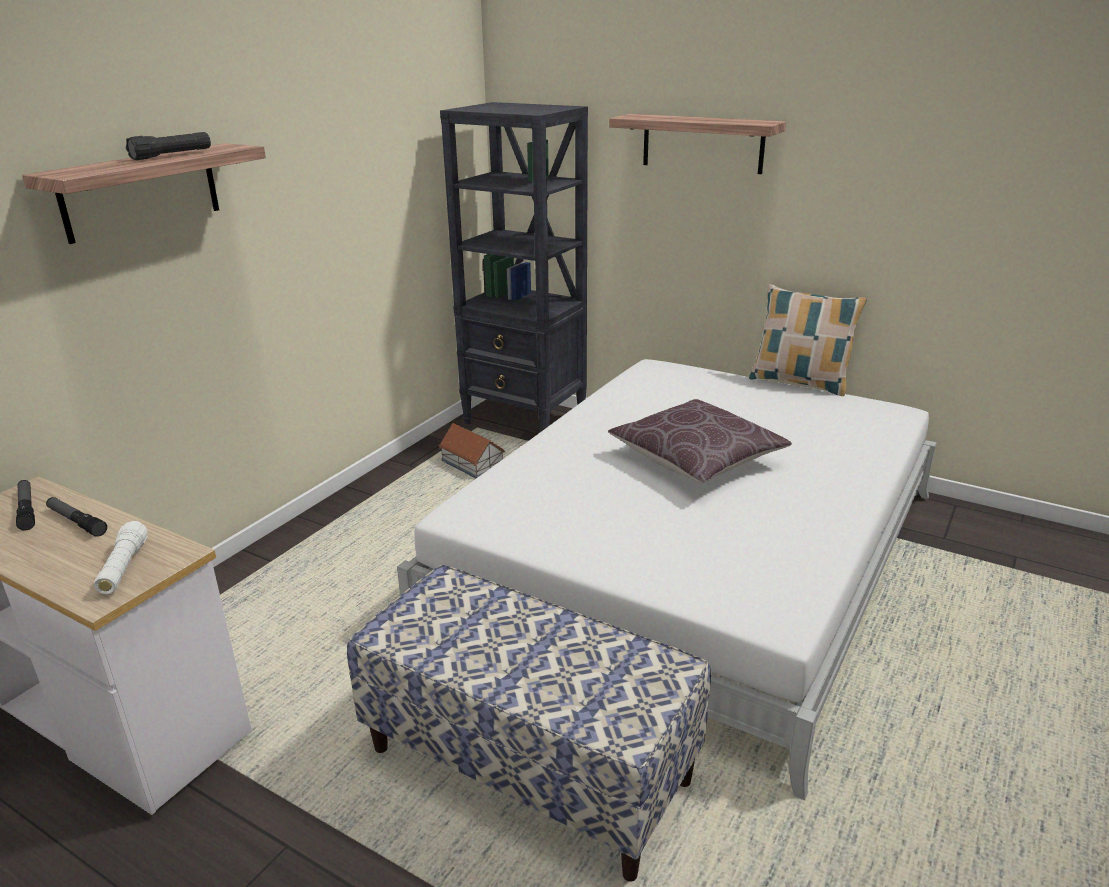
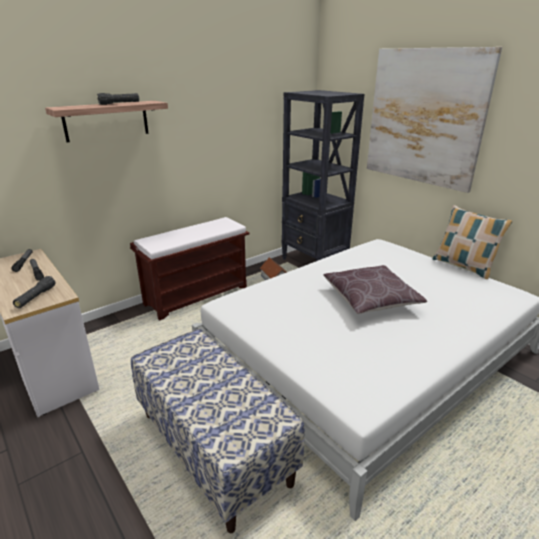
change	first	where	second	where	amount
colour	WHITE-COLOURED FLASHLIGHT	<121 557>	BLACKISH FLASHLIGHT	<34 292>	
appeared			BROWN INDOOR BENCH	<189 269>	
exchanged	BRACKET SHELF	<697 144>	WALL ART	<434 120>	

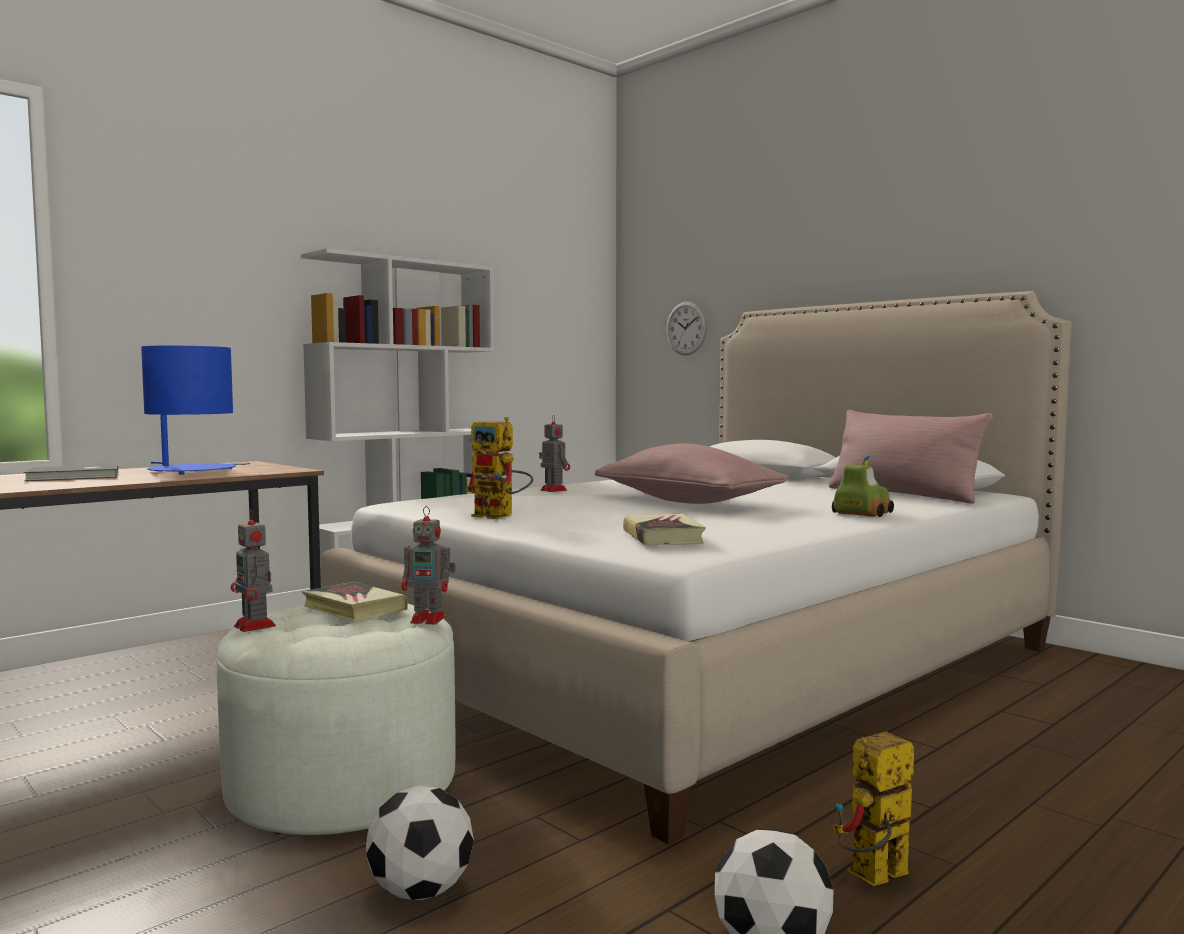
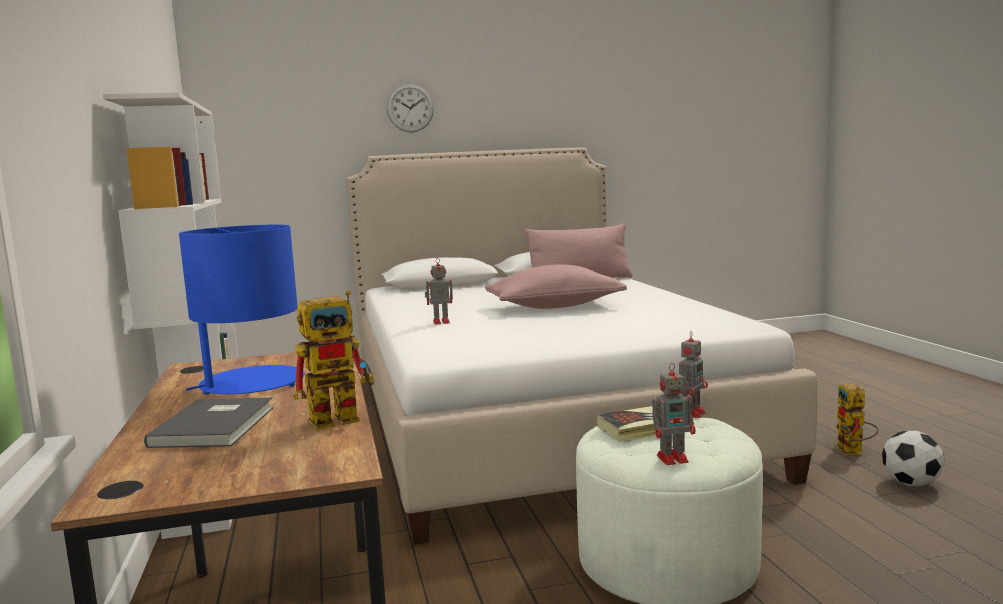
change	first	where	second	where	amount
relocated	TOY ROBOT	<499 468>		<333 360>	
relocated	WALL CLOCK	<686 328>		<410 108>	
missing	BALL FOR FOOTBALL	<420 843>			
missing	BOOK	<664 529>			
missing	MINIATURE CAR	<863 486>			

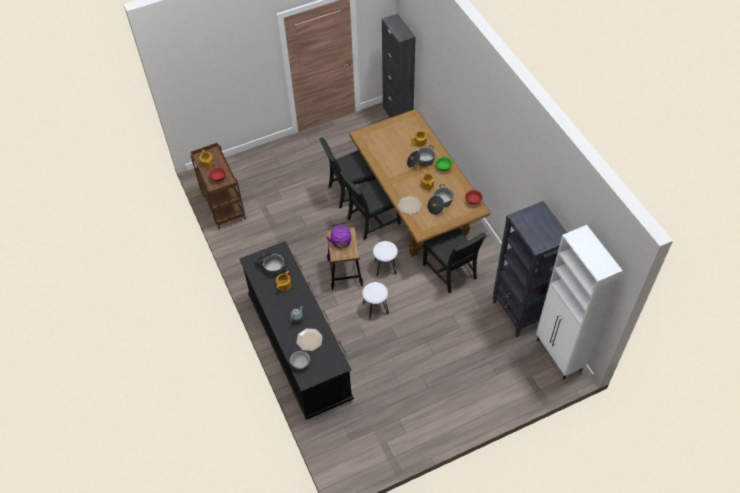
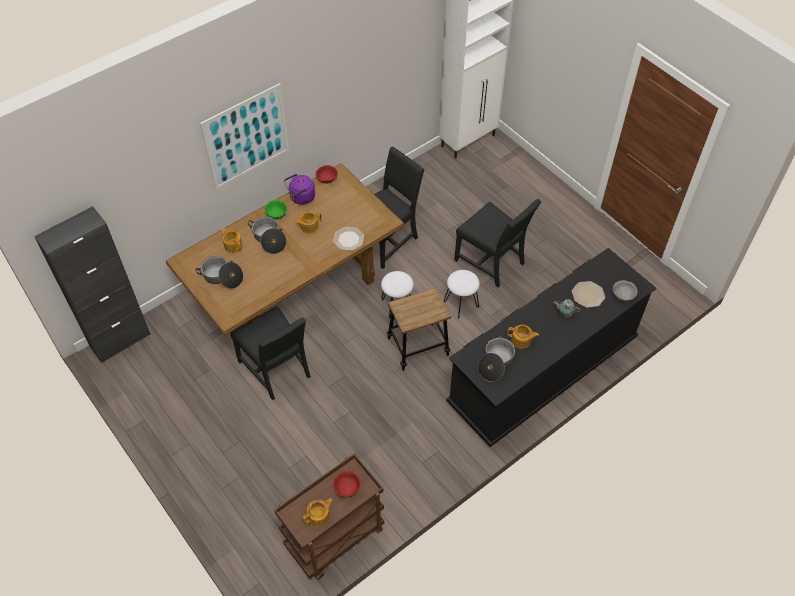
change	first	where	second	where	amount
relocated	SAUCEPOT	<440 199>		<219 272>	
appeared			WALL ART	<245 136>	
relocated	PURPLE TEA KETTLE	<338 235>		<299 189>	
relocated	BLACKISH CHAIR	<370 205>		<497 243>	
missing	BLACKISH BOOKCASE	<530 269>			

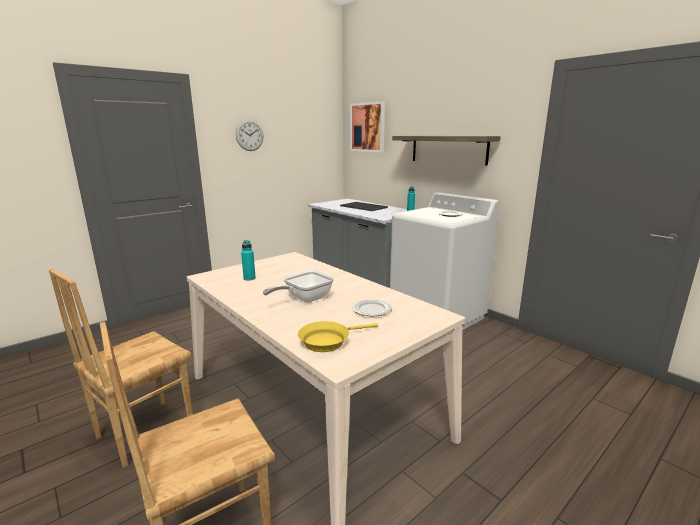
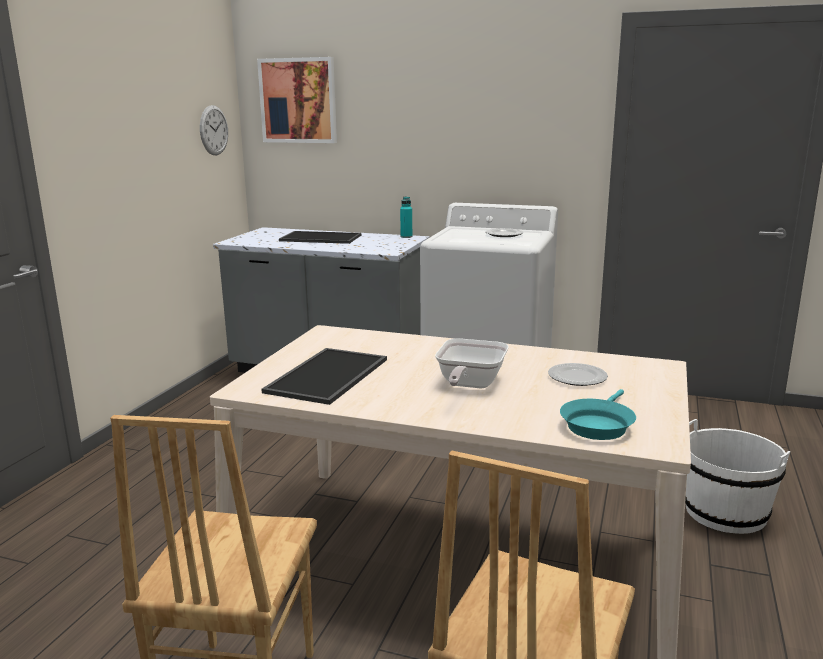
change	first	where	second	where	amount
relocated	WALL CLOCK	<249 135>		<214 130>	
exchanged	TURQUOISE BEVERAGE BOTTLE	<248 260>	CARRYING TRAY	<324 376>	
colour	YELLOW-COLOURED FRYING PAN	<338 336>	TURQUOISE FRYING PAN	<598 414>	
appeared			WHITE-COLOURED BUCKET	<738 476>	
missing	BRACKET SHELF	<446 151>			

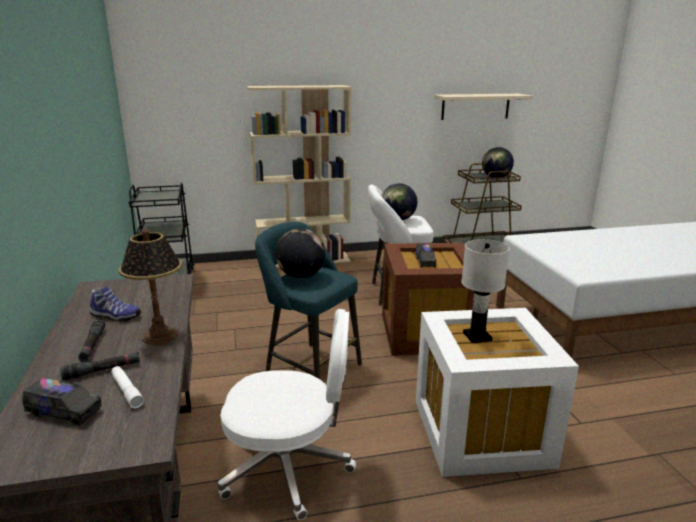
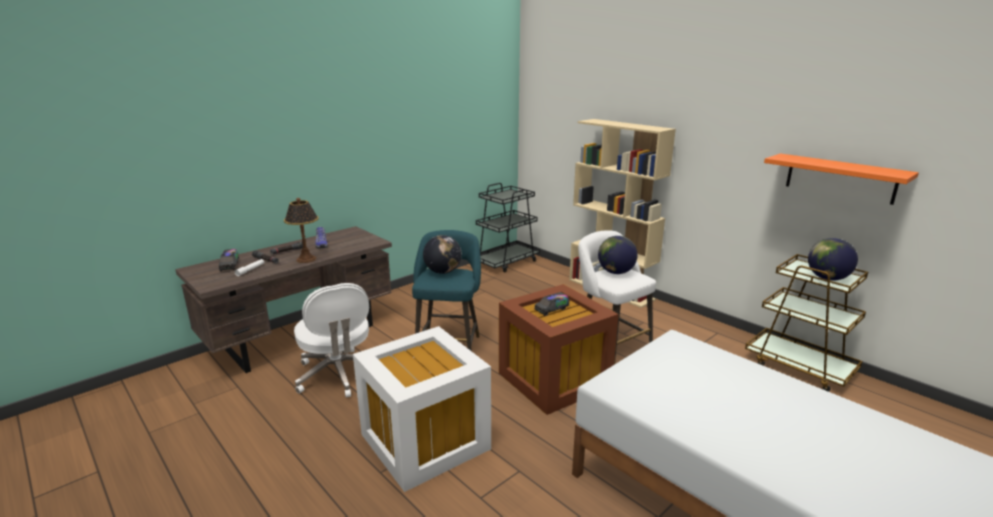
change	first	where	second	where	amount
colour	BEIGE BRACKET SHELF	<483 107>	ORANGEY BRACKET SHELF	<841 179>	
missing	WHITE-COLOURED TABLETOP LAMP	<485 291>			

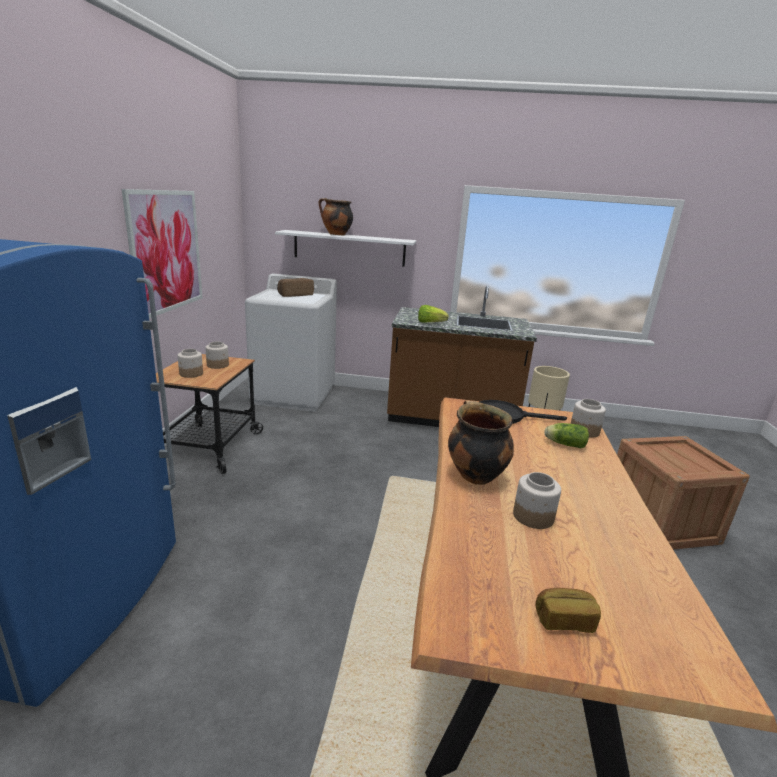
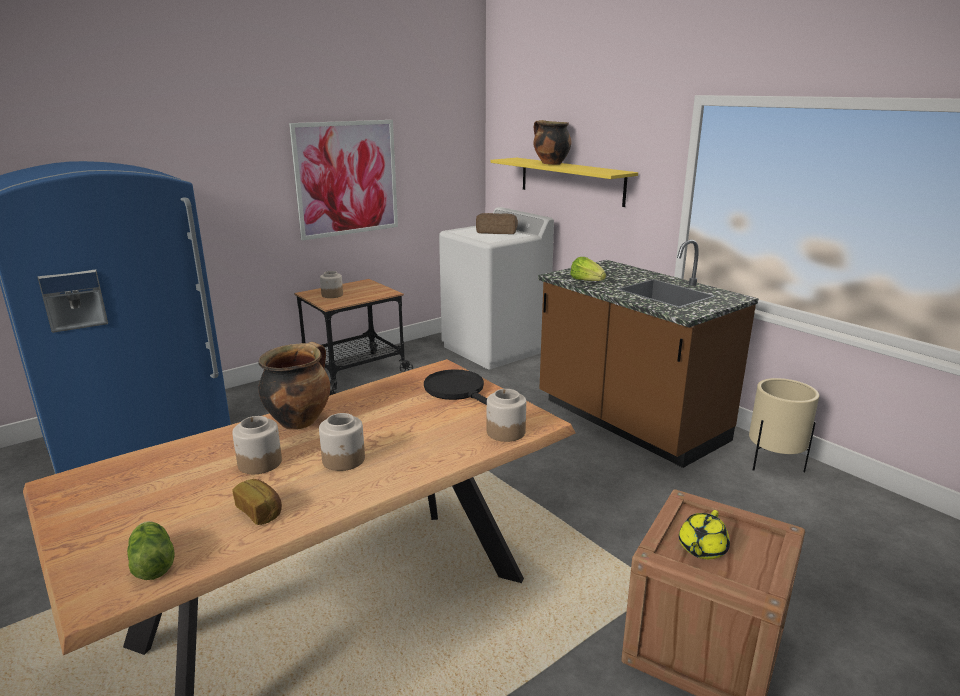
change	first	where	second	where	amount
relocated	LETTUCE HEAD	<567 435>		<151 550>	
relocated	BAKERY BREAD	<568 610>		<257 502>	
relocated	PRESERVE JAR	<217 355>		<342 442>	
colour	WHITE-COLOURED BRACKET SHELF	<345 248>	YELLOW-COLOURED BRACKET SHELF	<564 182>	
appeared			YELLOW-COLOURED POT FOR TEA	<704 534>	

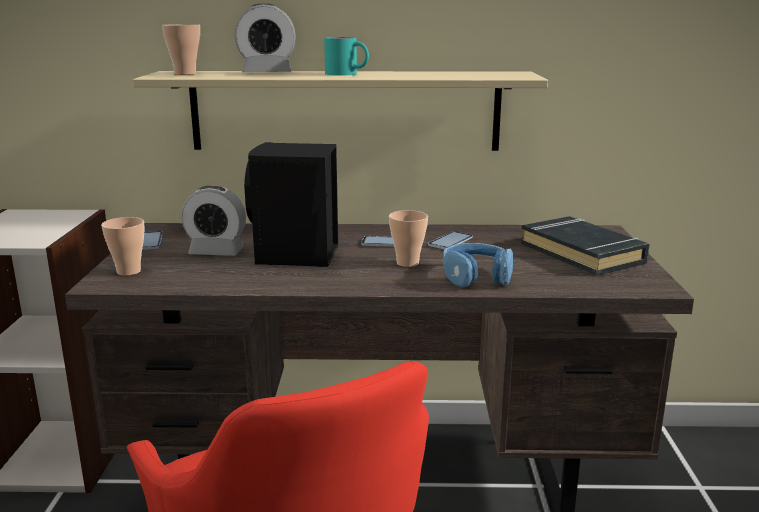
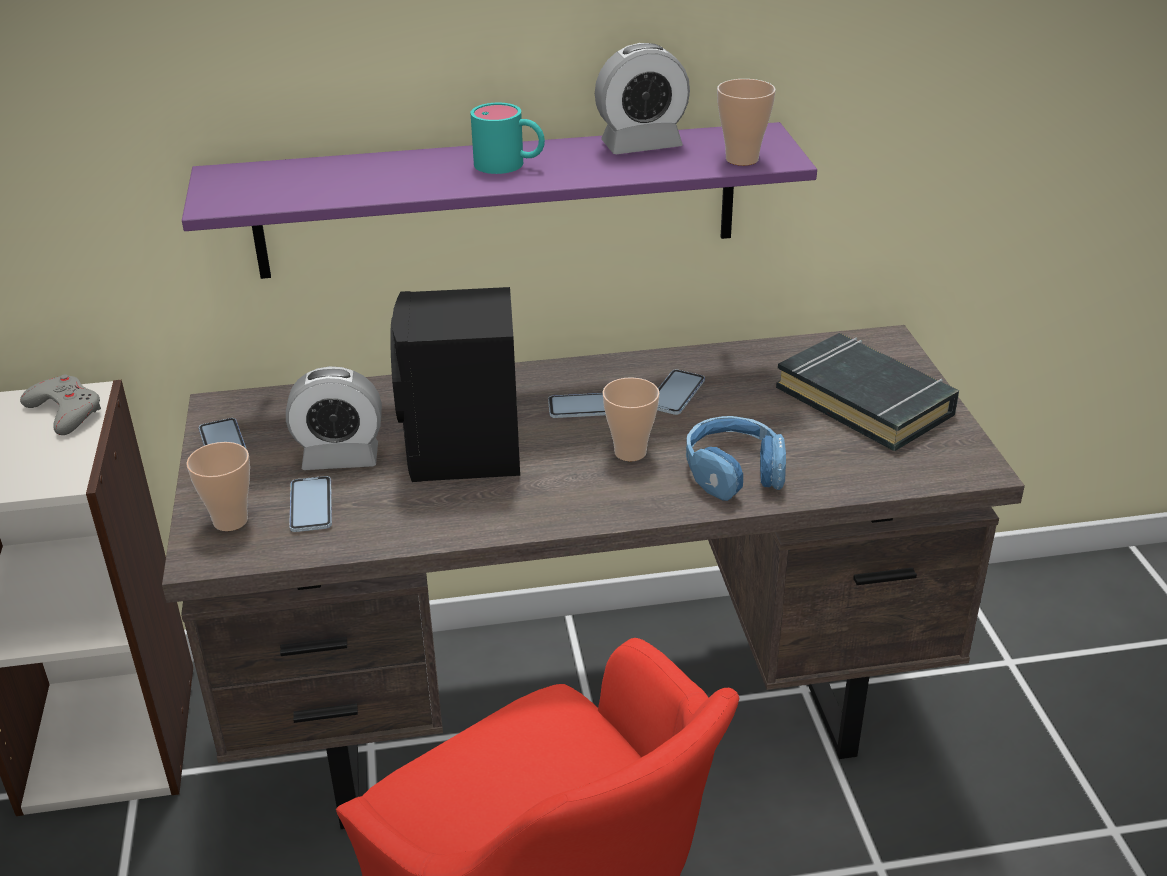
change	first	where	second	where	amount
appeared			GRAY JOYPAD	<60 404>	
colour	BEIGE BRACKET SHELF	<340 111>	PURPLE BRACKET SHELF	<499 200>	
appeared			PHONE	<310 504>	
relocated	BEDSIDE CLOCK	<265 37>		<642 98>	
relocated	CUP	<181 49>		<746 122>	

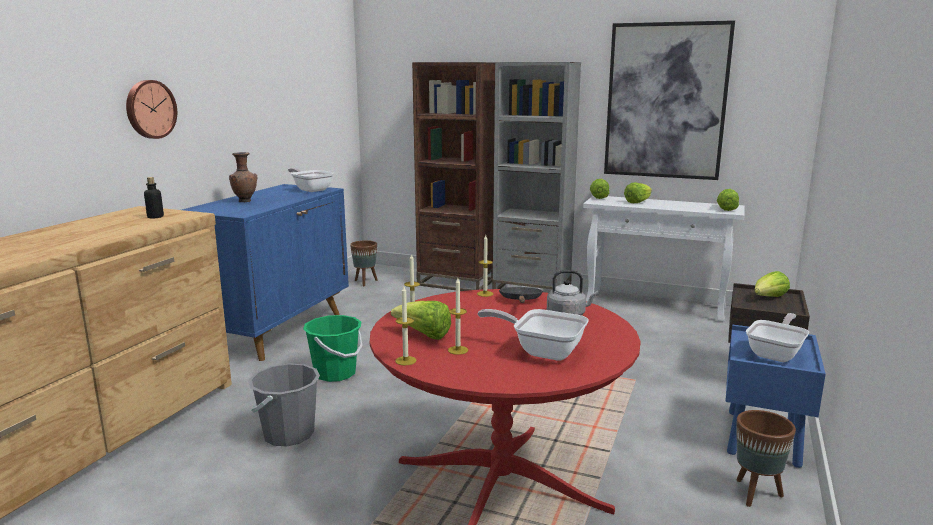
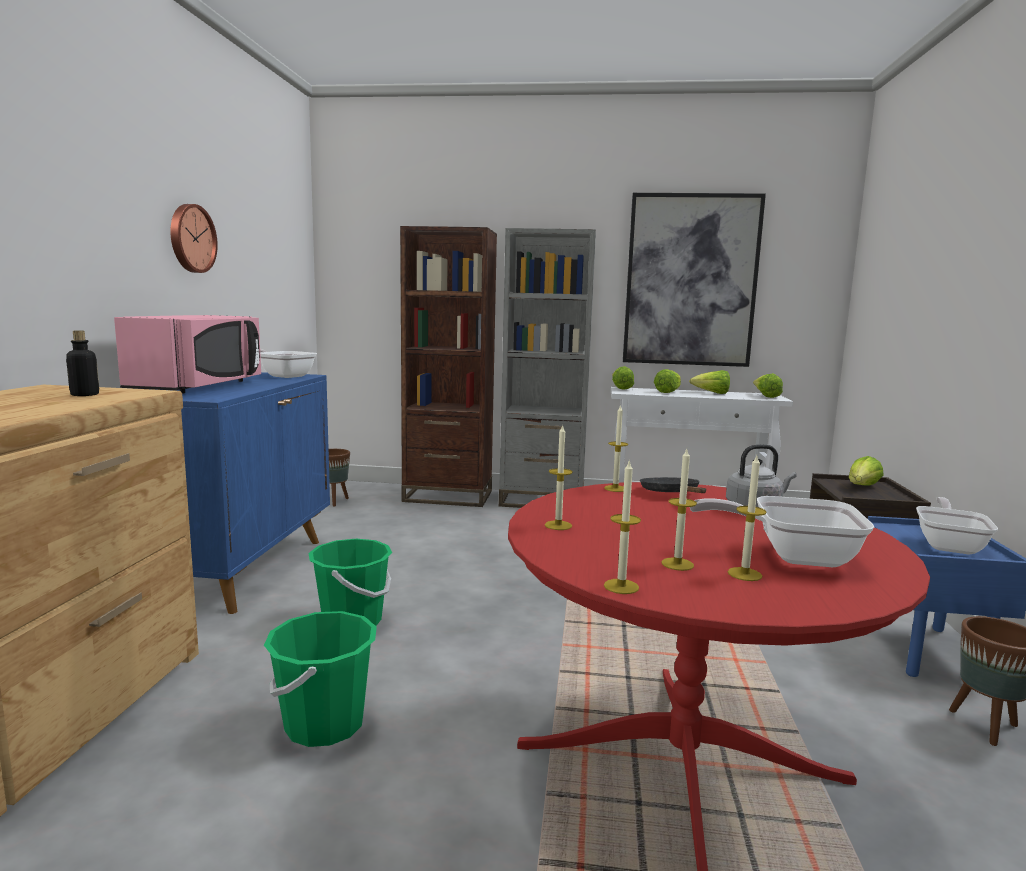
change	first	where	second	where	amount
exchanged	BROWN FLOWER VASE	<243 177>	PINK KITCHEN MICROWAVE	<187 354>	
relocated	WALL CLOCK	<151 109>		<194 238>	
colour	GRAY BUCKET	<284 405>	GREENISH BUCKET	<320 679>	
relocated	LETTUCE HEAD	<421 320>		<709 382>	
appeared			WAX LIGHT	<747 518>	

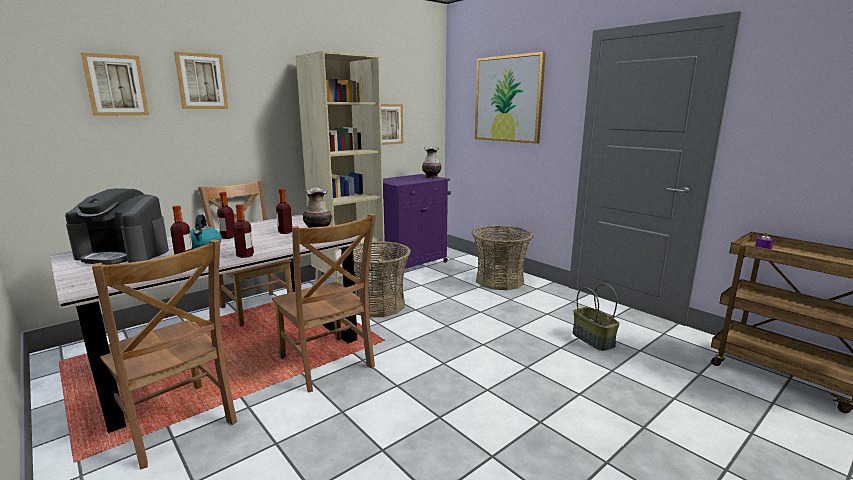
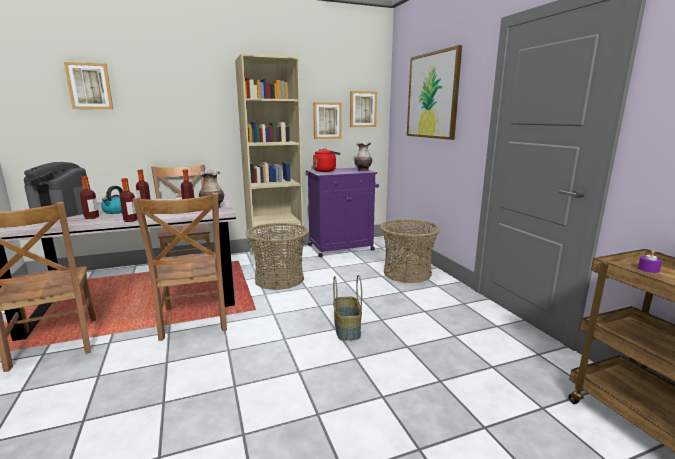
change	first	where	second	where	amount
appeared			RED TEA KETTLE	<326 160>	
relocated	STORAGE BASKET	<596 317>		<347 308>	
relocated	WALL ART	<201 80>		<363 109>	

